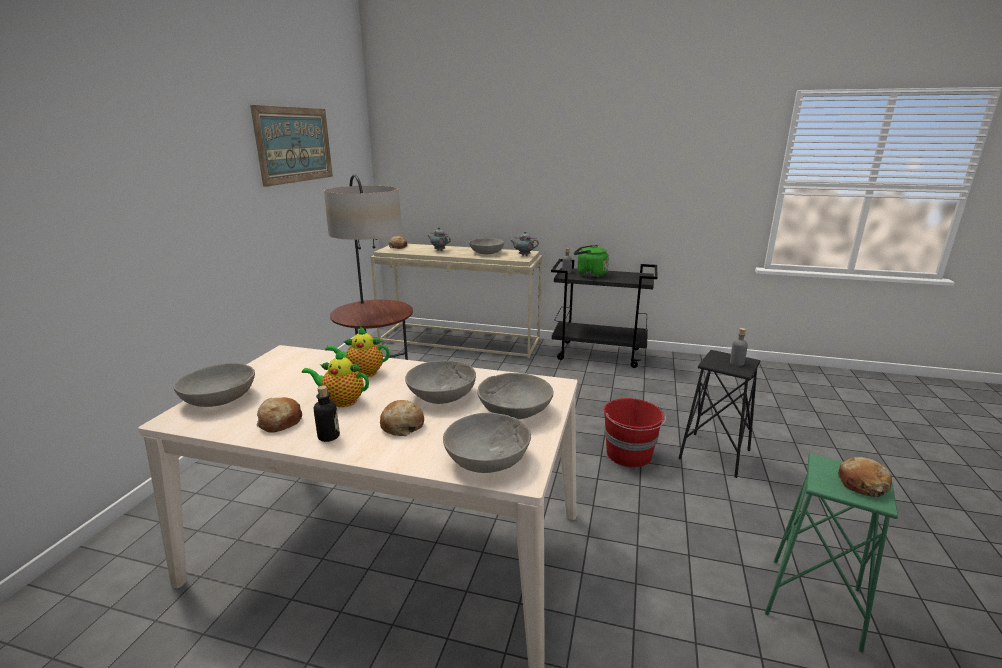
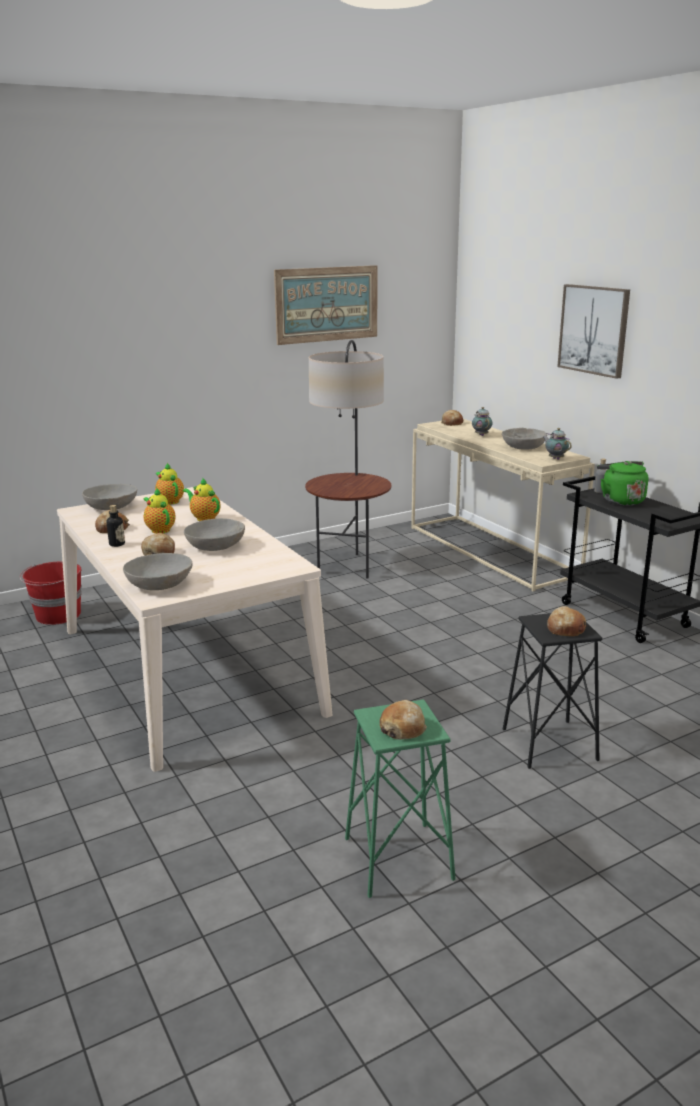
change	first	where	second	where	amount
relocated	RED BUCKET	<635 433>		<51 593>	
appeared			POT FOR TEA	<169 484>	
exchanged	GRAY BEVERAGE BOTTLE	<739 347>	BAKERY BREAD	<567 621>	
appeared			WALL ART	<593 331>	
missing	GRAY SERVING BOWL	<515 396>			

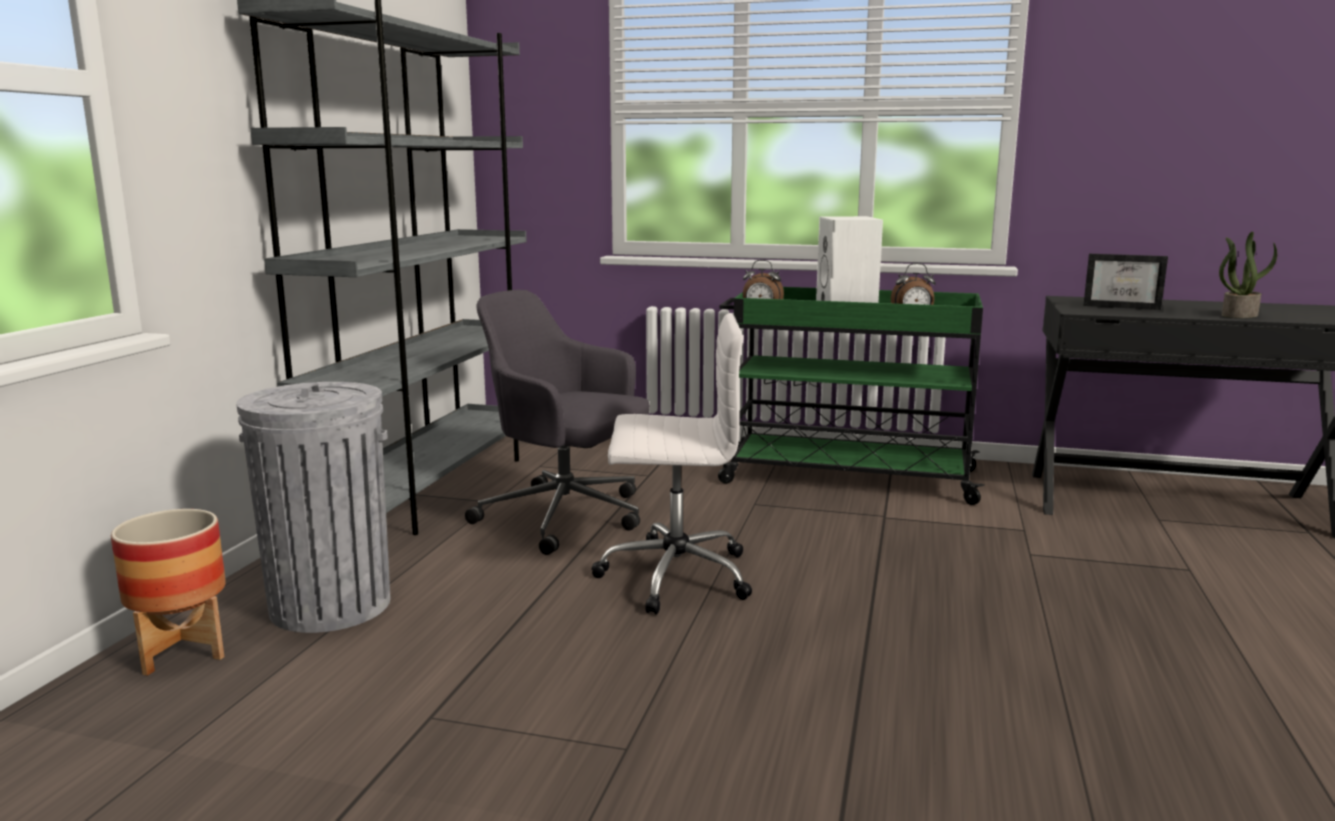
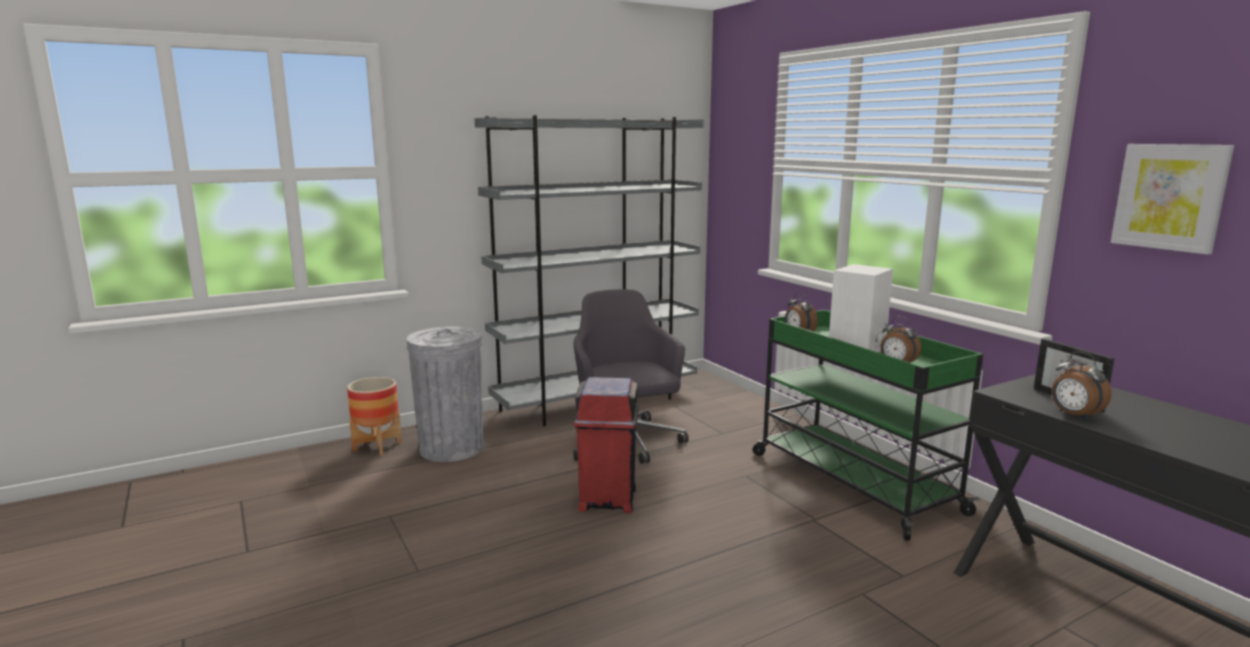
change	first	where	second	where	amount
exchanged	WHITE-COLOURED OFFICE CHAIR	<672 464>	RED WASTE BIN	<606 445>	
appeared			BEDSIDE CLOCK	<1082 385>	
appeared			WALL ART	<1172 199>	
missing	POTTED PLANT	<1248 274>			

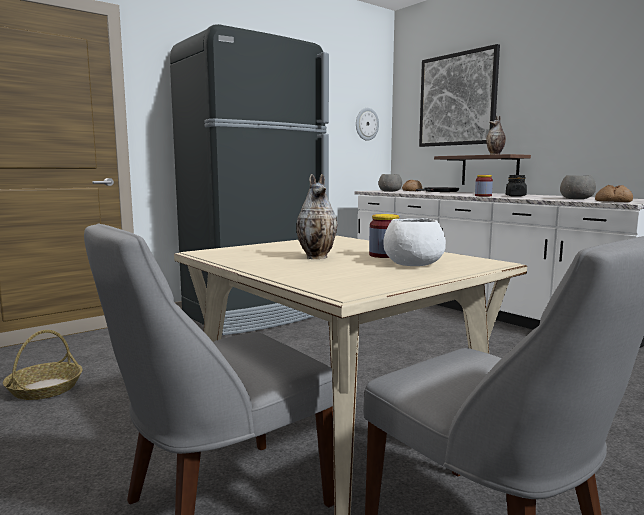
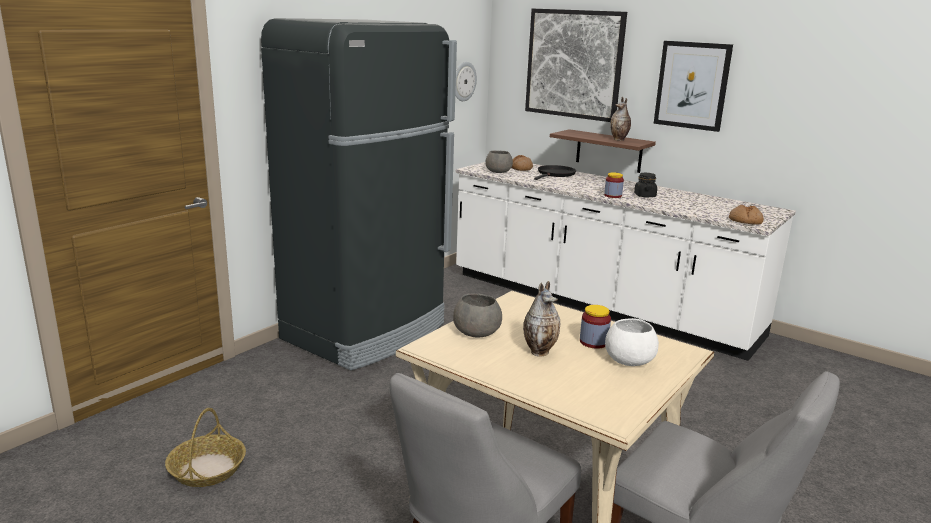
change	first	where	second	where	amount
relocated	GRAY SERVING BOWL	<578 187>		<477 315>	
appeared			WALL ART	<693 86>	

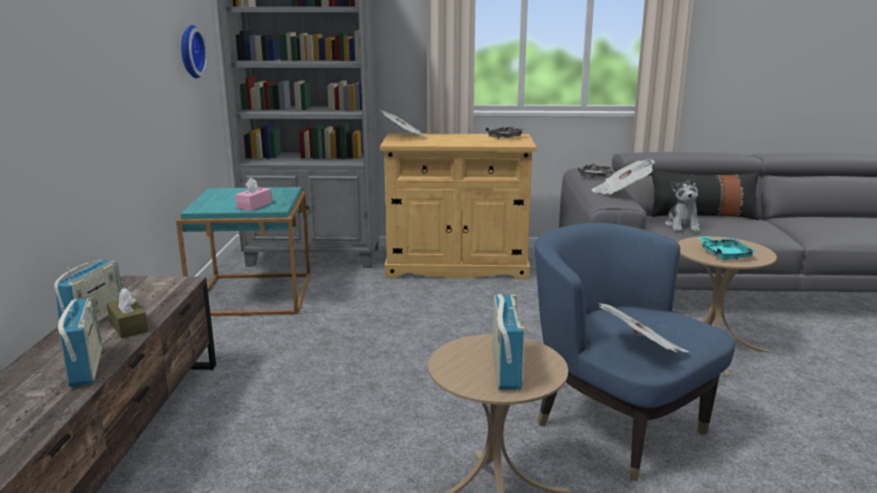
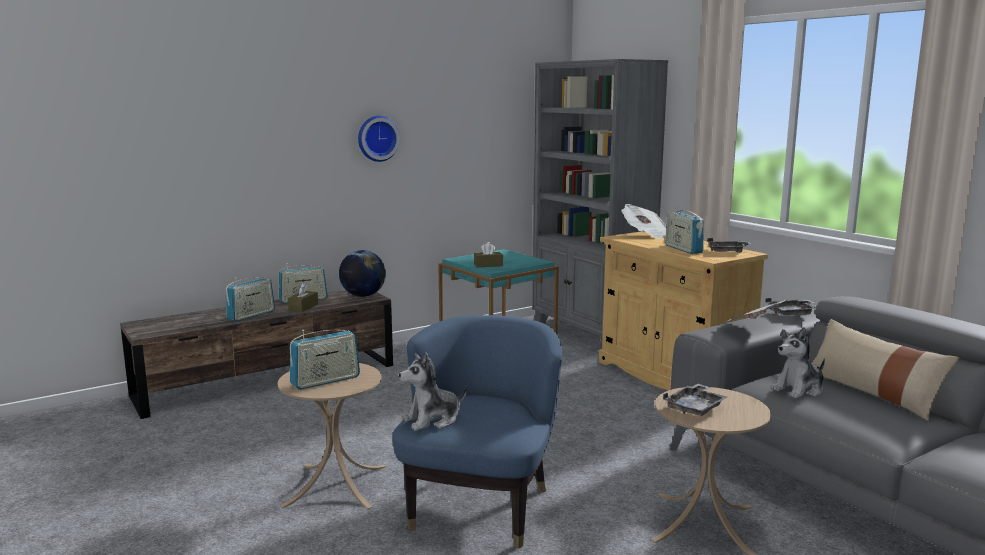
change	first	where	second	where	amount
appeared			DESK GLOBE	<362 273>	
relocated	WALL CLOCK	<194 51>		<379 139>	
exchanged	DAILY PAPER	<643 327>	PLUSH TOY	<433 391>	
colour	PINK TISSUE BOX	<254 194>	BROWN TISSUE BOX	<488 254>	
colour	TURQUOISE CARRYING TRAY	<727 248>	GRAY CARRYING TRAY	<695 399>	
appeared			RADIO SET	<684 229>	
colour	BLACKISH PILLOW	<705 195>	BEIGE PILLOW	<885 370>	

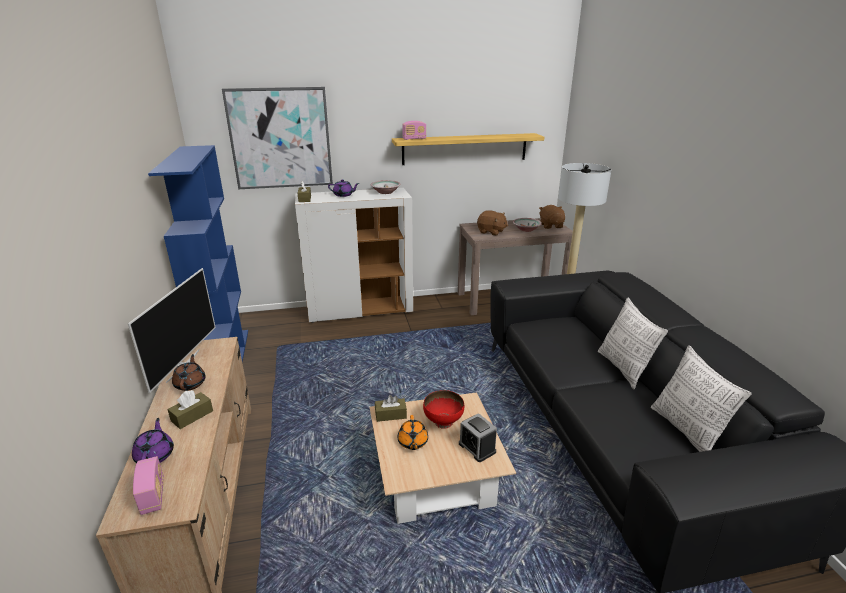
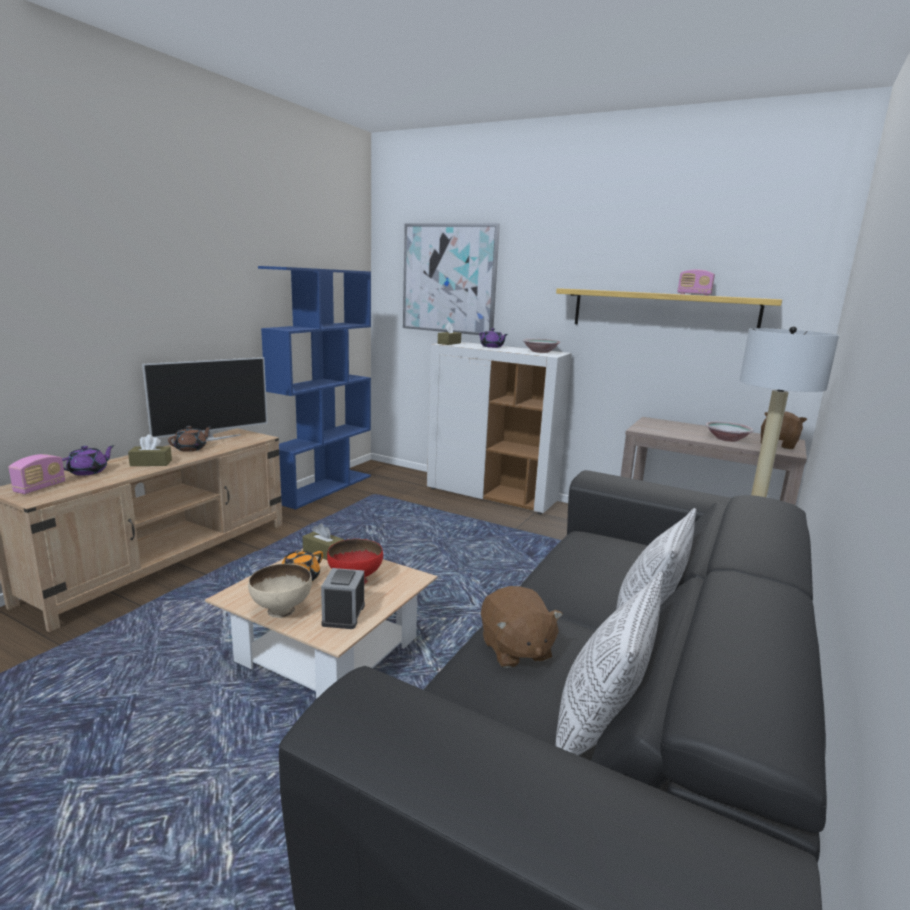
change	first	where	second	where	amount
appeared			BEIGE SERVING BOWL	<280 591>	
relocated	BROWN PLUSH TOY	<492 223>		<522 627>	
relocated	RADIO SET	<414 130>		<696 283>	

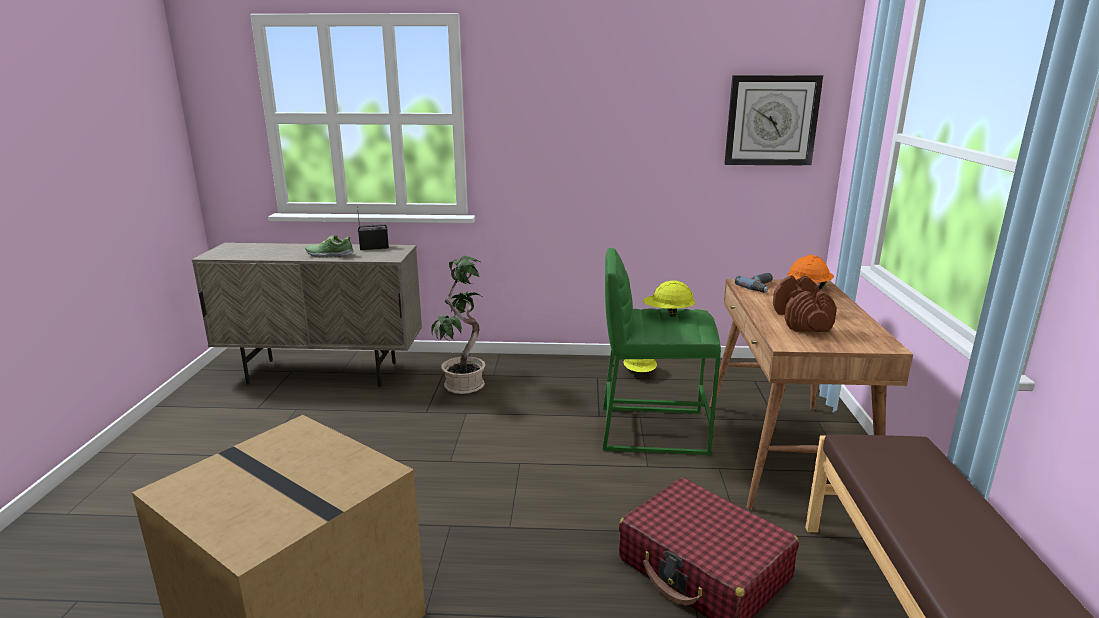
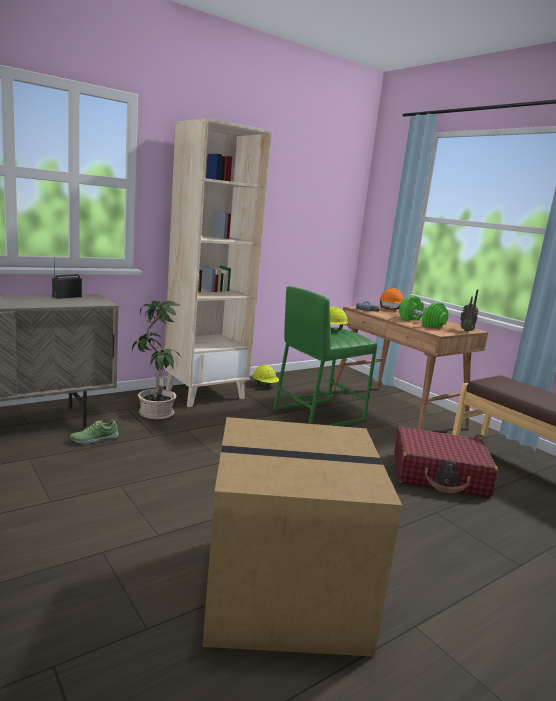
change	first	where	second	where	amount
relocated	SHOE	<329 246>		<94 432>	
appeared			BEIGE BOOKCASE	<218 262>	
colour	BROWN HAND WEIGHT	<805 303>	GREENISH HAND WEIGHT	<423 312>	
appeared			RADIO SET	<469 311>	
missing	WALL CLOCK	<773 120>			

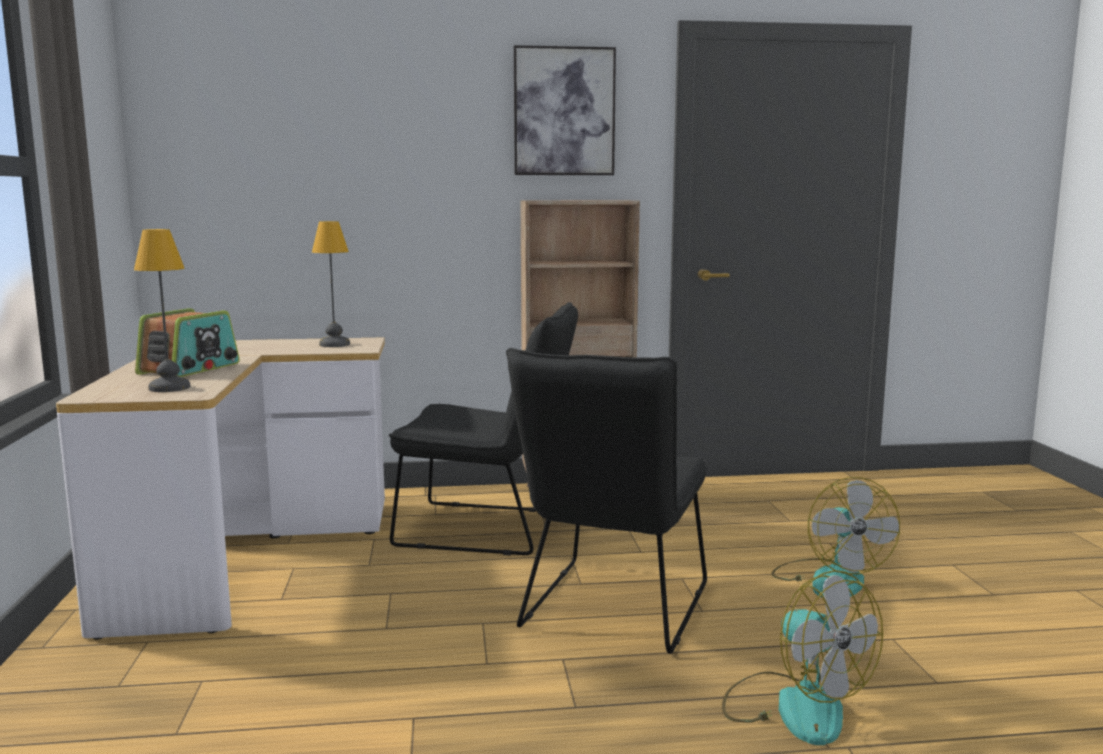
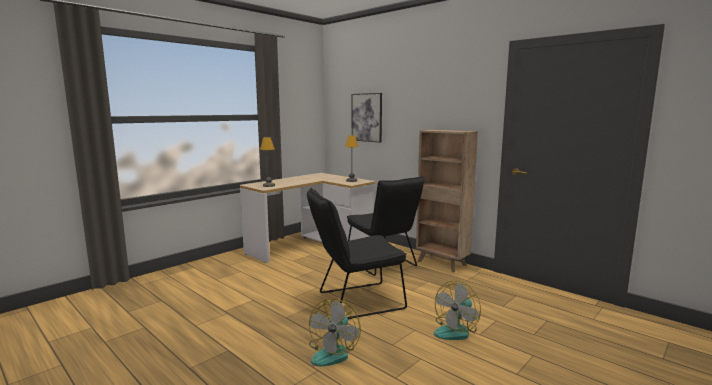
change	first	where	second	where	amount
relocated	WALL ART	<565 110>		<367 117>	
missing	RADIO SET	<187 342>			

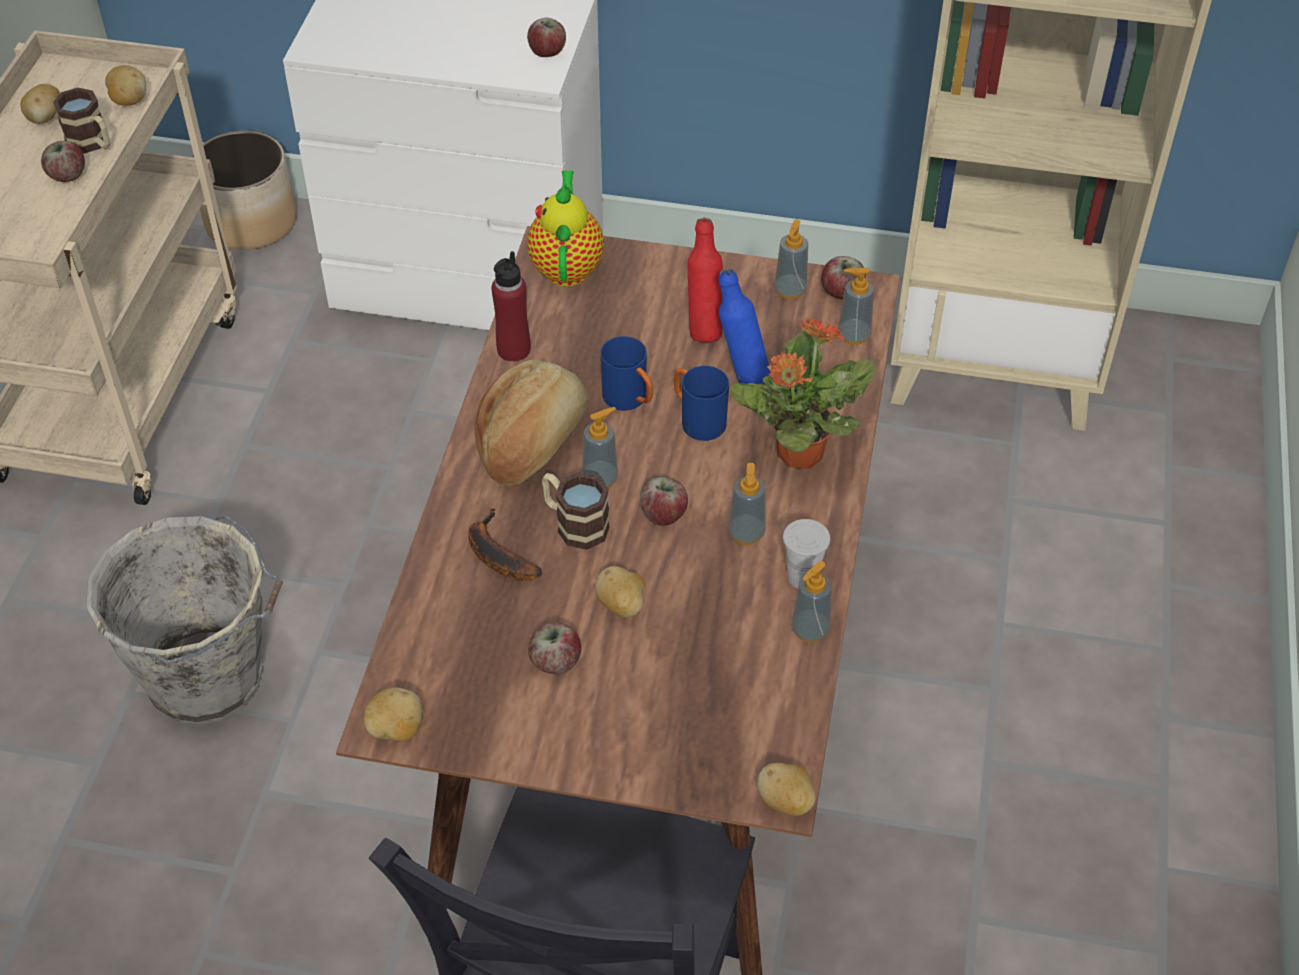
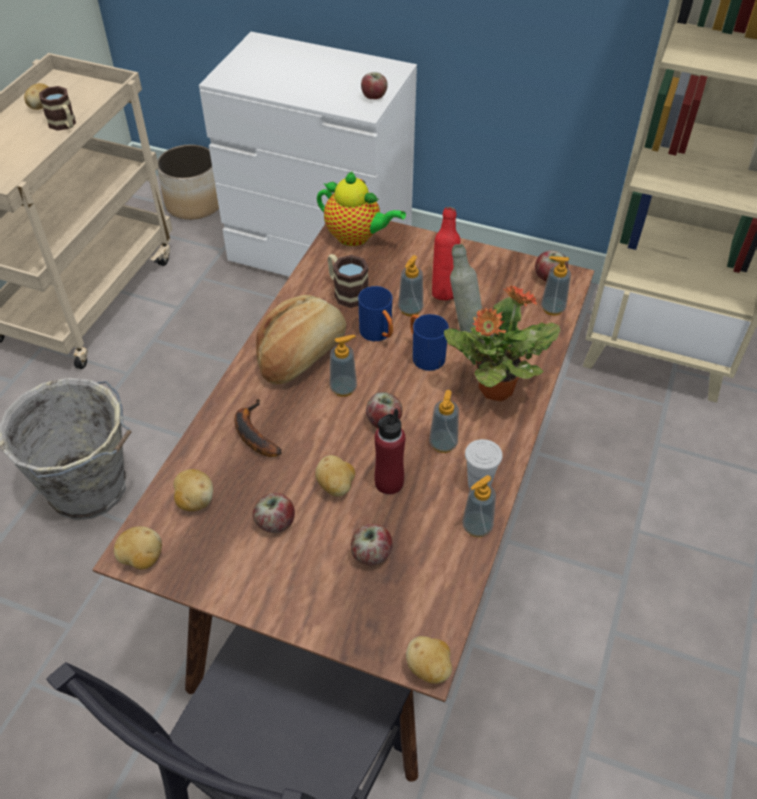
change	first	where	second	where	amount
relocated	POTATO	<125 85>		<193 490>	
spun	POT FOR TEA	<565 228>		<361 208>	105 degrees clockwise
relocated	COFFEE MUG	<576 511>		<348 281>	
relocated	APPLE FRUIT	<63 161>		<372 544>	
relocated	RED BEVERAGE BOTTLE	<510 306>		<390 451>	
relocated	SOAP BOTTLE	<791 259>		<410 285>	
colour	BLUISH BEVERAGE BOTTLE	<744 326>	GRAY BEVERAGE BOTTLE	<466 288>	

